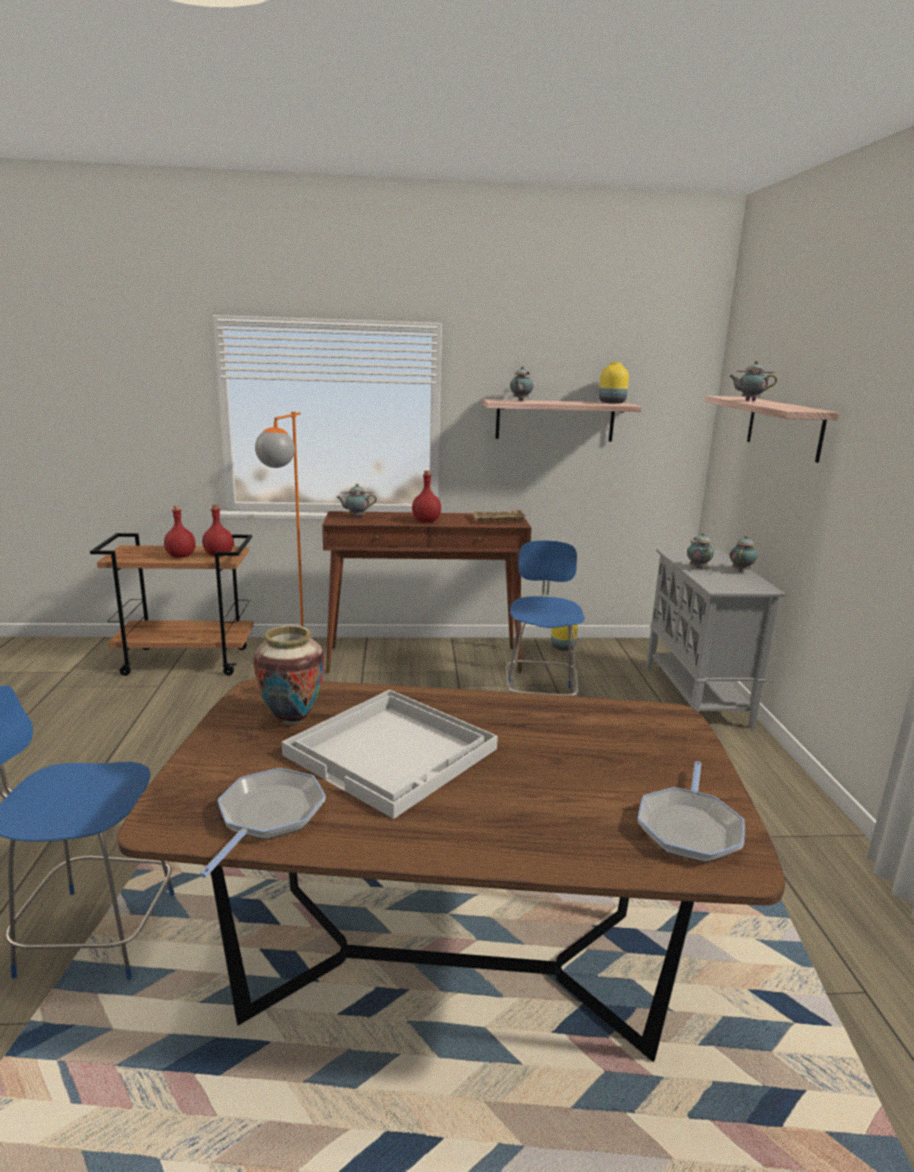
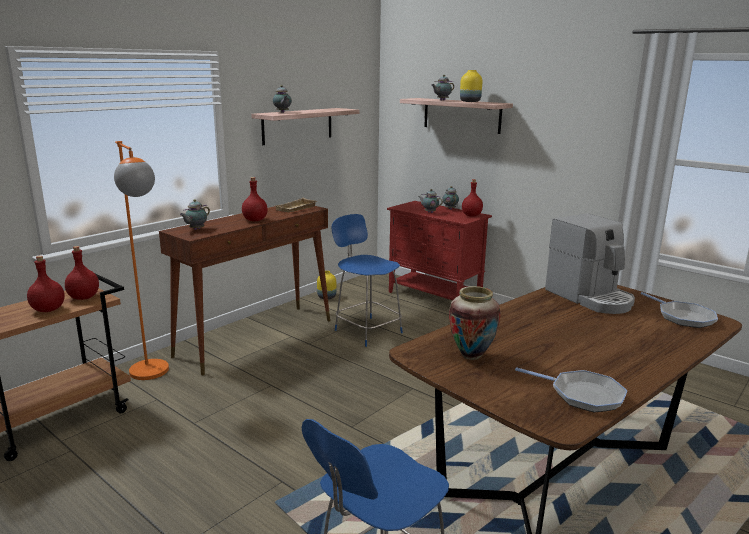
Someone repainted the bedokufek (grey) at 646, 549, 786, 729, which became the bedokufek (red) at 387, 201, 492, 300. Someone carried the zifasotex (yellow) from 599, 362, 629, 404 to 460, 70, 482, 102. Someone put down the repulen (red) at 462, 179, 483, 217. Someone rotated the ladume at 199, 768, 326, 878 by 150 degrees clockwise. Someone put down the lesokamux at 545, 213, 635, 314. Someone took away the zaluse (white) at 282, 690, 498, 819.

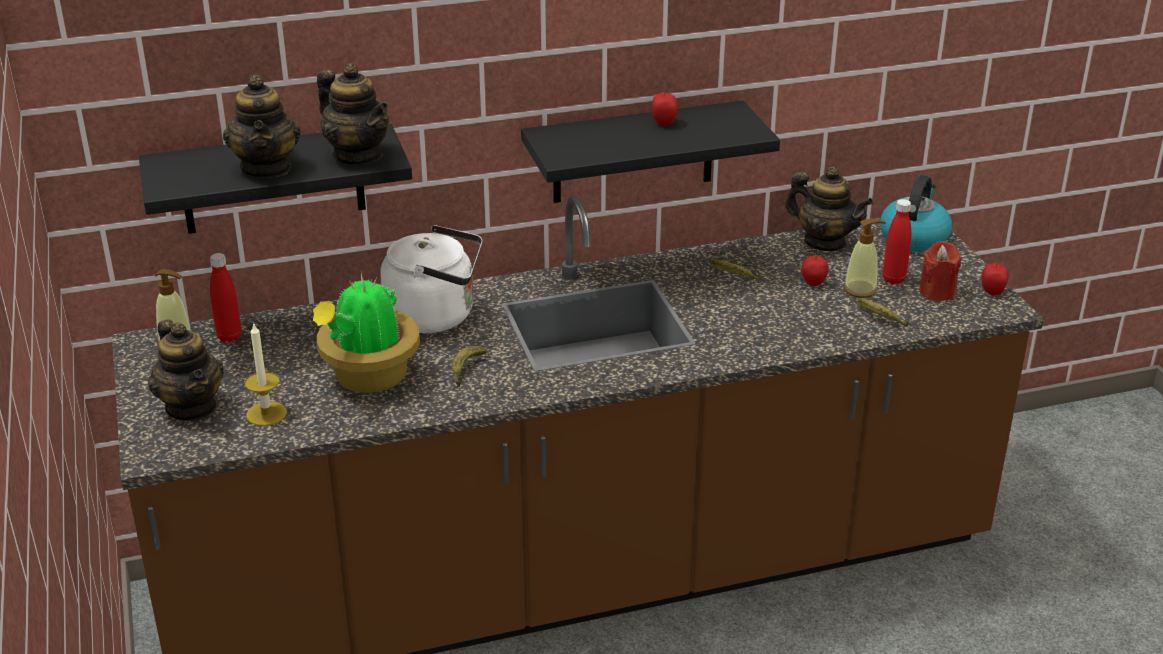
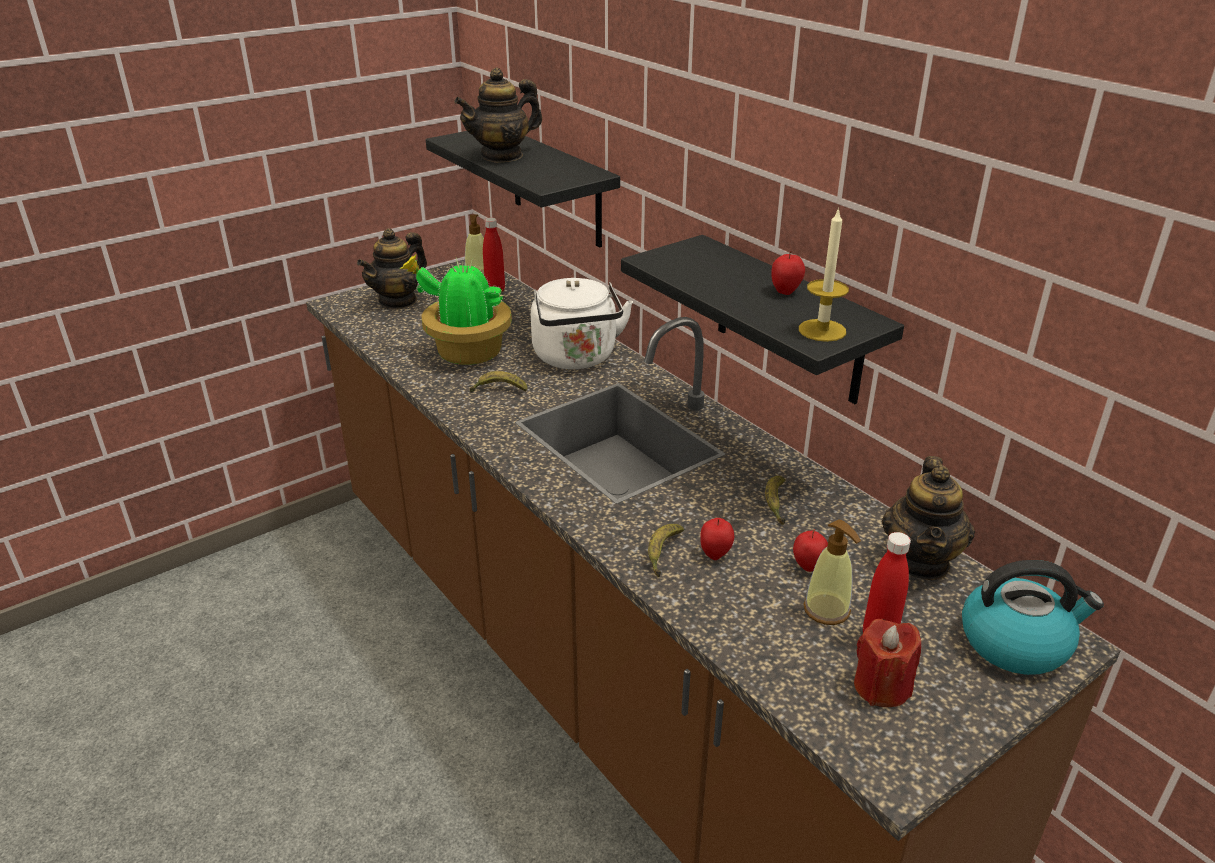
Someone carried the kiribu from 858, 298, 909, 326 to 648, 524, 684, 578. Someone carried the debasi from 981, 262, 1009, 295 to 700, 518, 734, 560. Someone carried the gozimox from 244, 322, 287, 426 to 799, 207, 849, 342. Someone took away the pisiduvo at 317, 63, 389, 164.

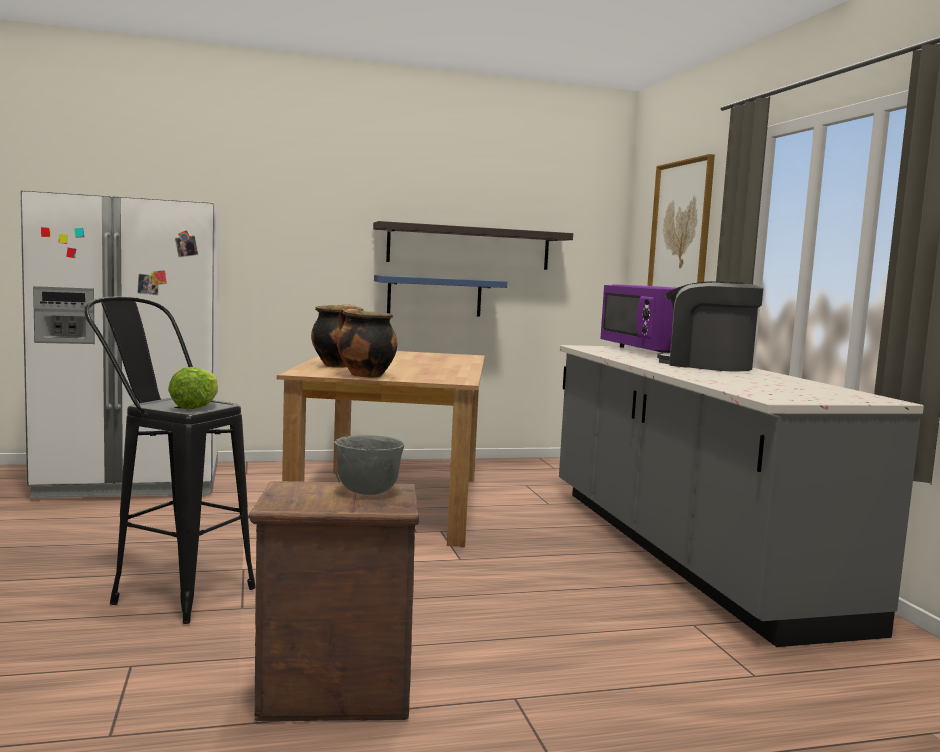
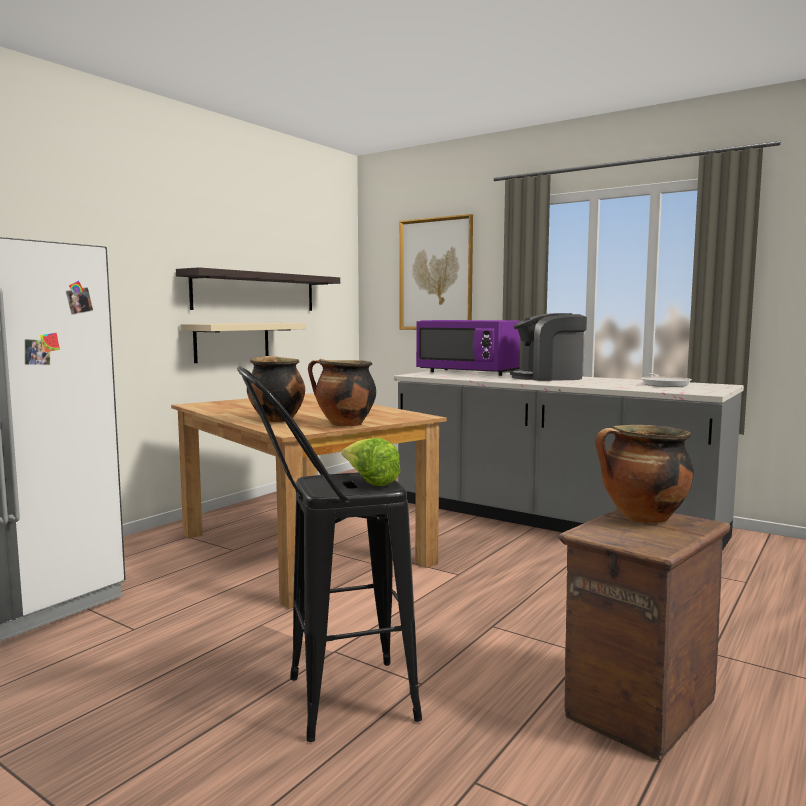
Someone repainted the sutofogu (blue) at 374, 275, 507, 317, which became the sutofogu (beige) at 180, 323, 306, 363. Someone swapped the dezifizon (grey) at 335, 435, 404, 495 for the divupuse at 595, 425, 694, 524. Someone put down the ladume at 641, 373, 692, 387.

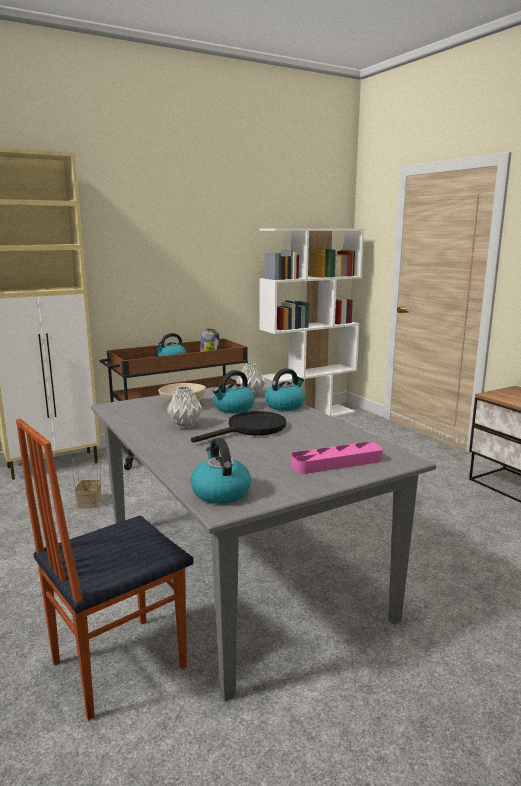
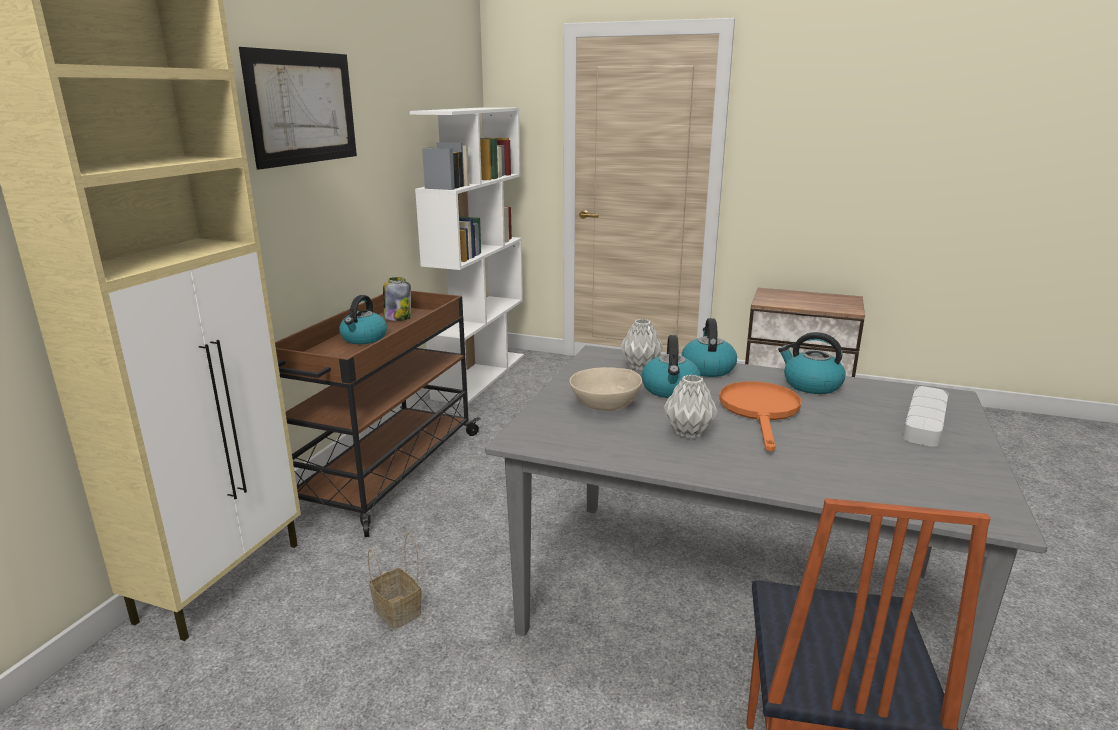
Someone put up the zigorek at 239, 47, 357, 170. Someone repainted the ladume (black) at 191, 411, 286, 443, which became the ladume (orange) at 719, 381, 801, 452. Someone carried the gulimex from 191, 437, 251, 504 to 778, 332, 846, 394. Someone repainted the zaluse (pink) at 291, 442, 383, 474, which became the zaluse (grey) at 903, 386, 949, 447.

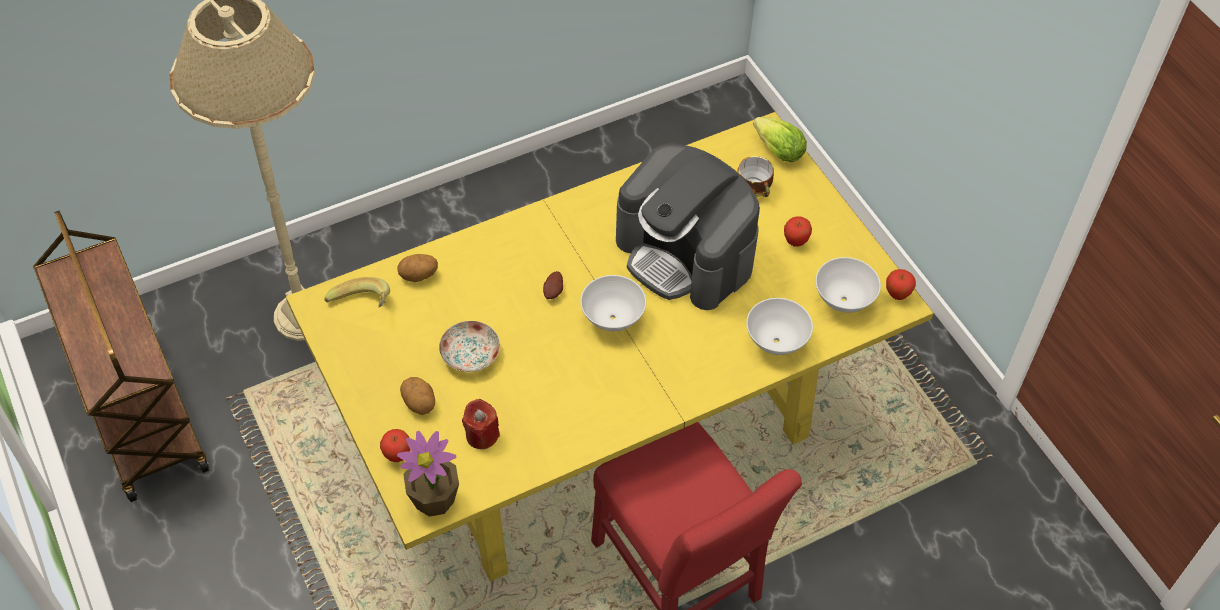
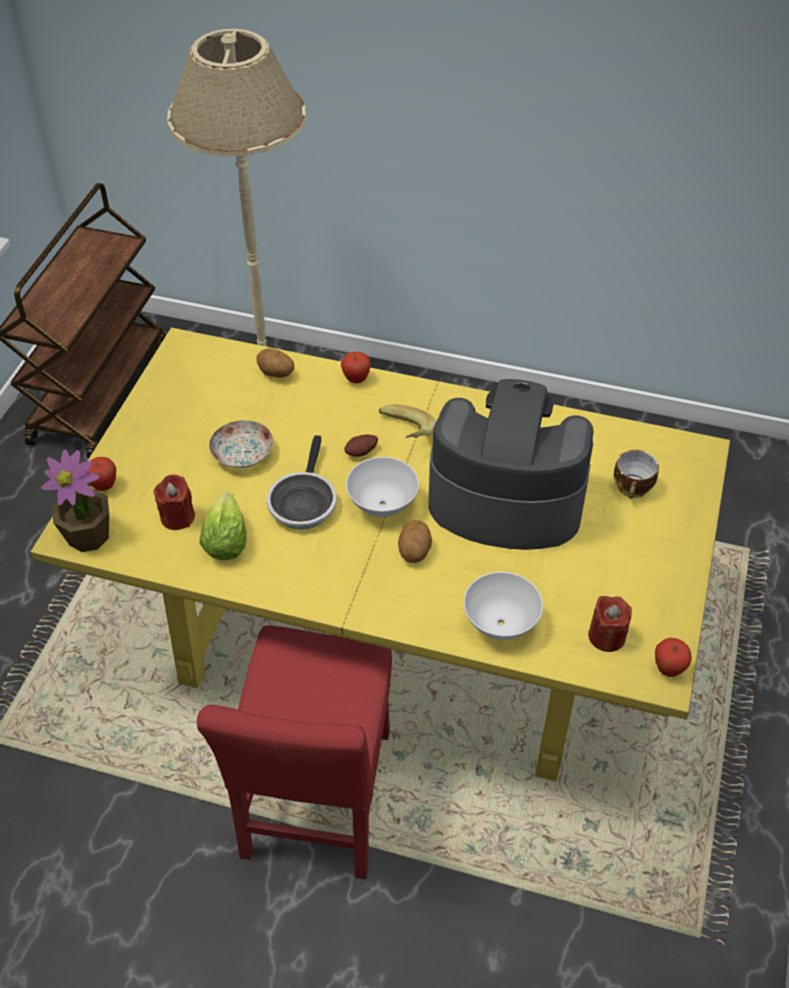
Someone carried the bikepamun from 753, 117, 807, 162 to 199, 493, 247, 560. Someone put down the ladume at 266, 435, 337, 529. Someone carried the debasi from 784, 217, 812, 247 to 341, 352, 371, 383. Someone carried the kiribu from 324, 277, 390, 307 to 379, 404, 436, 438. Someone carried the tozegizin from 400, 377, 435, 415 to 398, 520, 432, 563. Someone rotated the lesokamux at 616, 143, 760, 310 by 105 degrees clockwise. Someone swapped the dezifizon (white) at 816, 257, 881, 313 for the gozimox (red) at 588, 596, 632, 652.

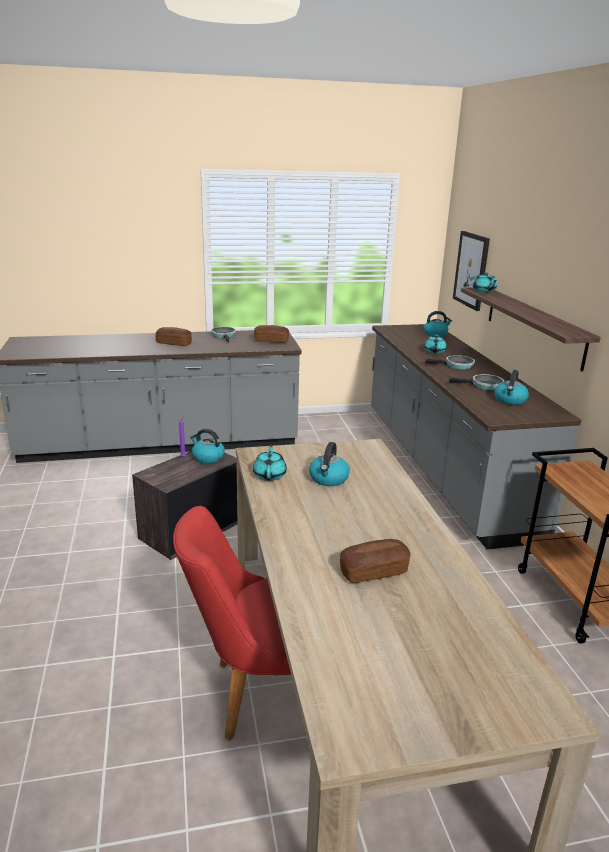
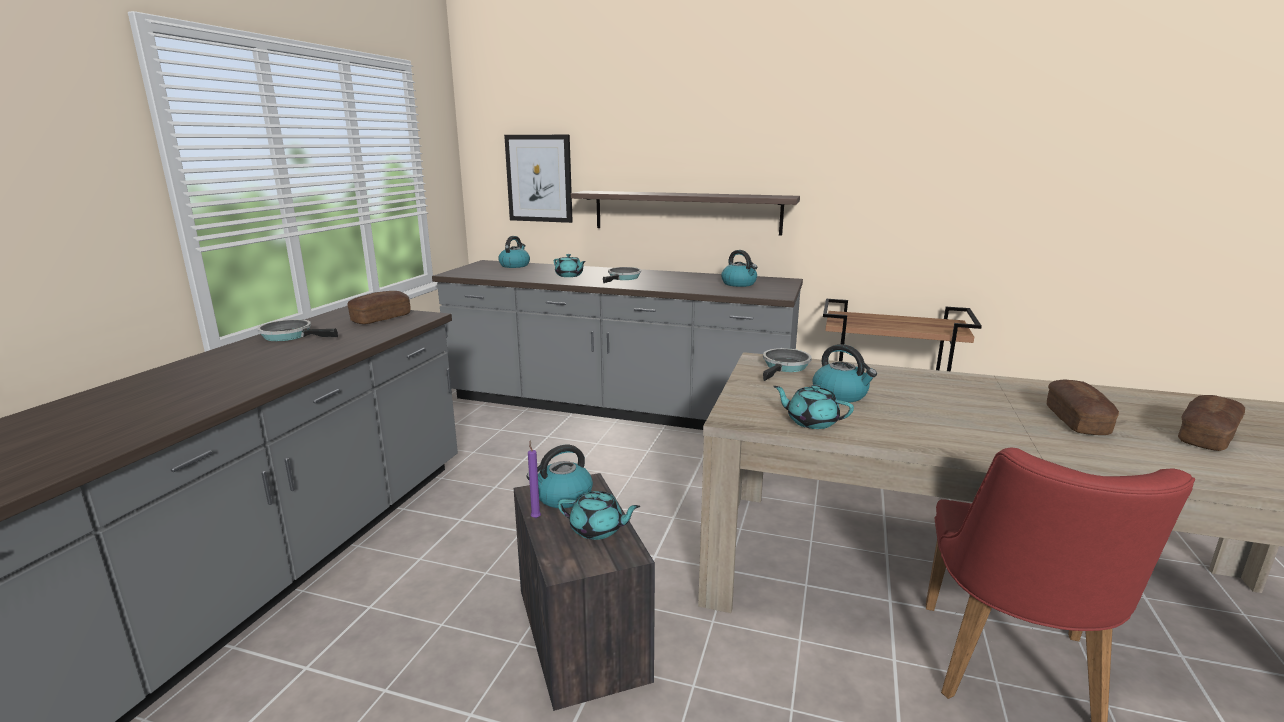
Someone carried the pisiduvo (turquoise) from 473, 272, 497, 292 to 558, 491, 640, 540. Someone carried the ladume from 449, 374, 504, 390 to 763, 348, 812, 381. Someone carried the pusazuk from 156, 327, 192, 346 to 1178, 395, 1245, 451.

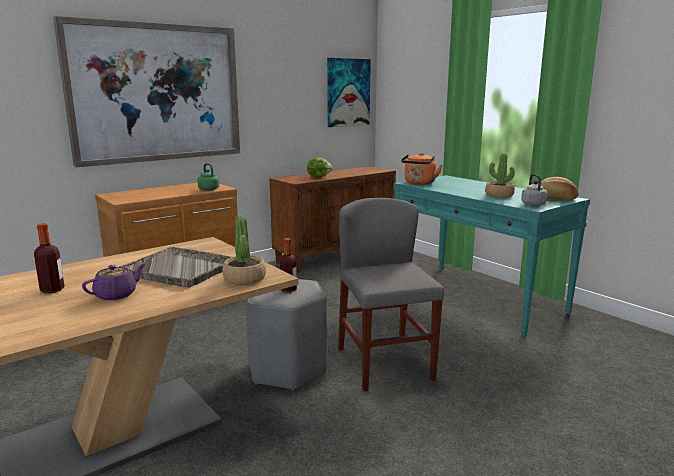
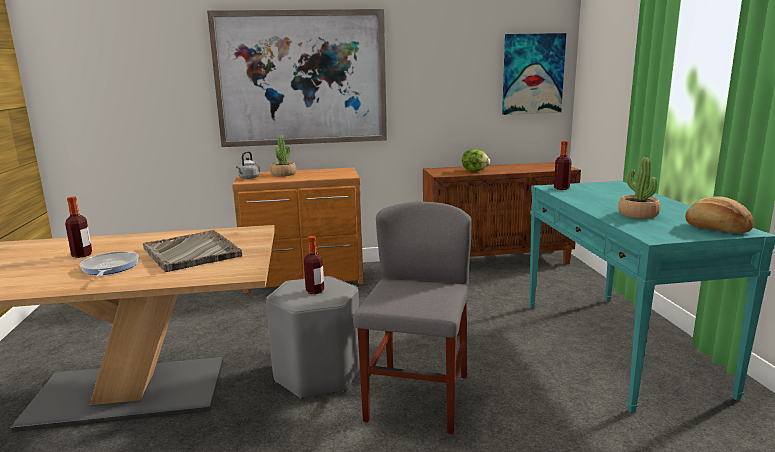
Someone swapped the pisiduvo (purple) at 82, 264, 145, 301 for the ladume at 80, 251, 139, 277. Someone carried the gulimex (grey) from 521, 174, 548, 206 to 236, 151, 260, 179. Someone carried the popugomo from 222, 216, 266, 285 to 270, 135, 296, 176. Someone swapped the gulimex (orange) at 401, 153, 442, 185 for the repulen at 554, 141, 572, 190. Someone took away the gulimex (green) at 198, 163, 219, 190.

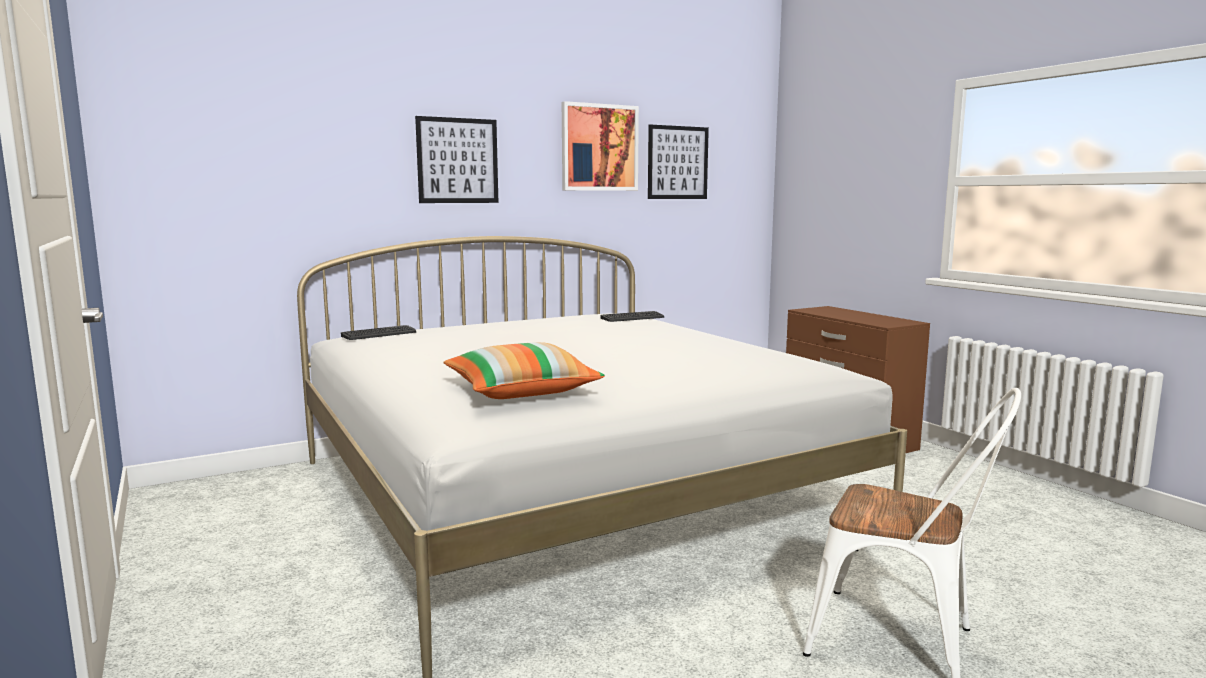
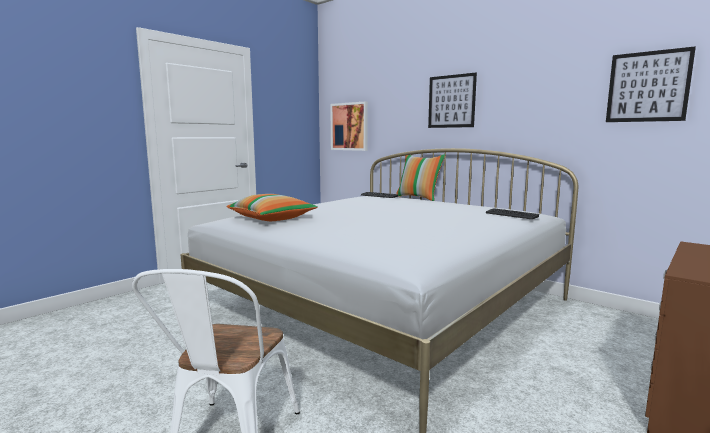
Someone carried the zigorek from 562, 101, 639, 191 to 330, 101, 368, 151. Someone put down the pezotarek at 396, 154, 445, 201.

